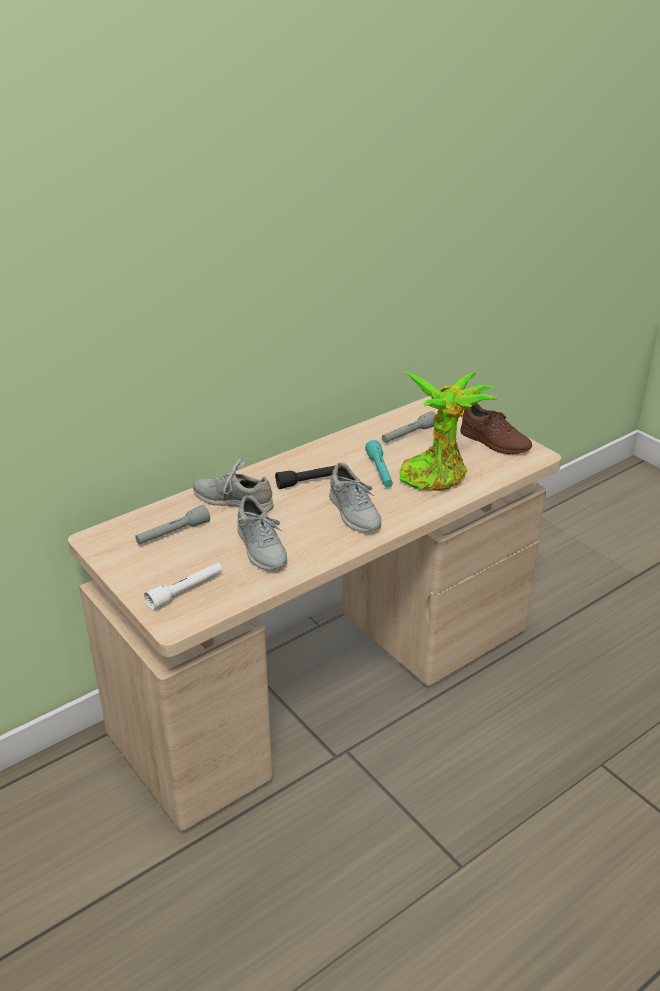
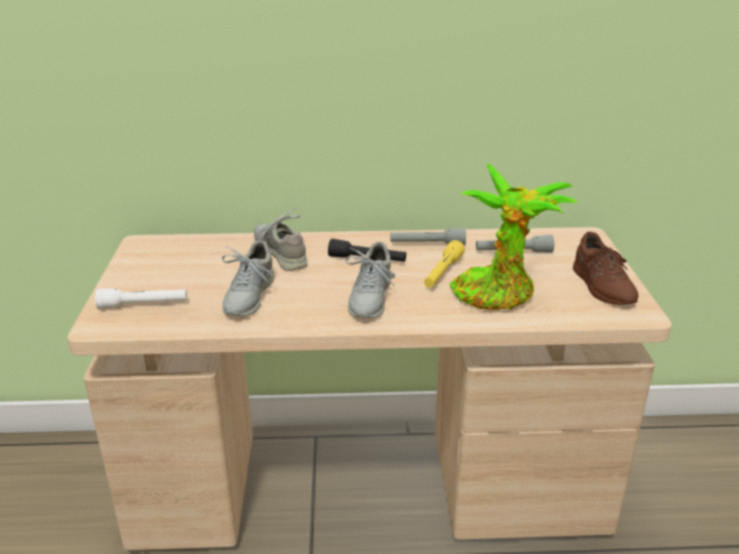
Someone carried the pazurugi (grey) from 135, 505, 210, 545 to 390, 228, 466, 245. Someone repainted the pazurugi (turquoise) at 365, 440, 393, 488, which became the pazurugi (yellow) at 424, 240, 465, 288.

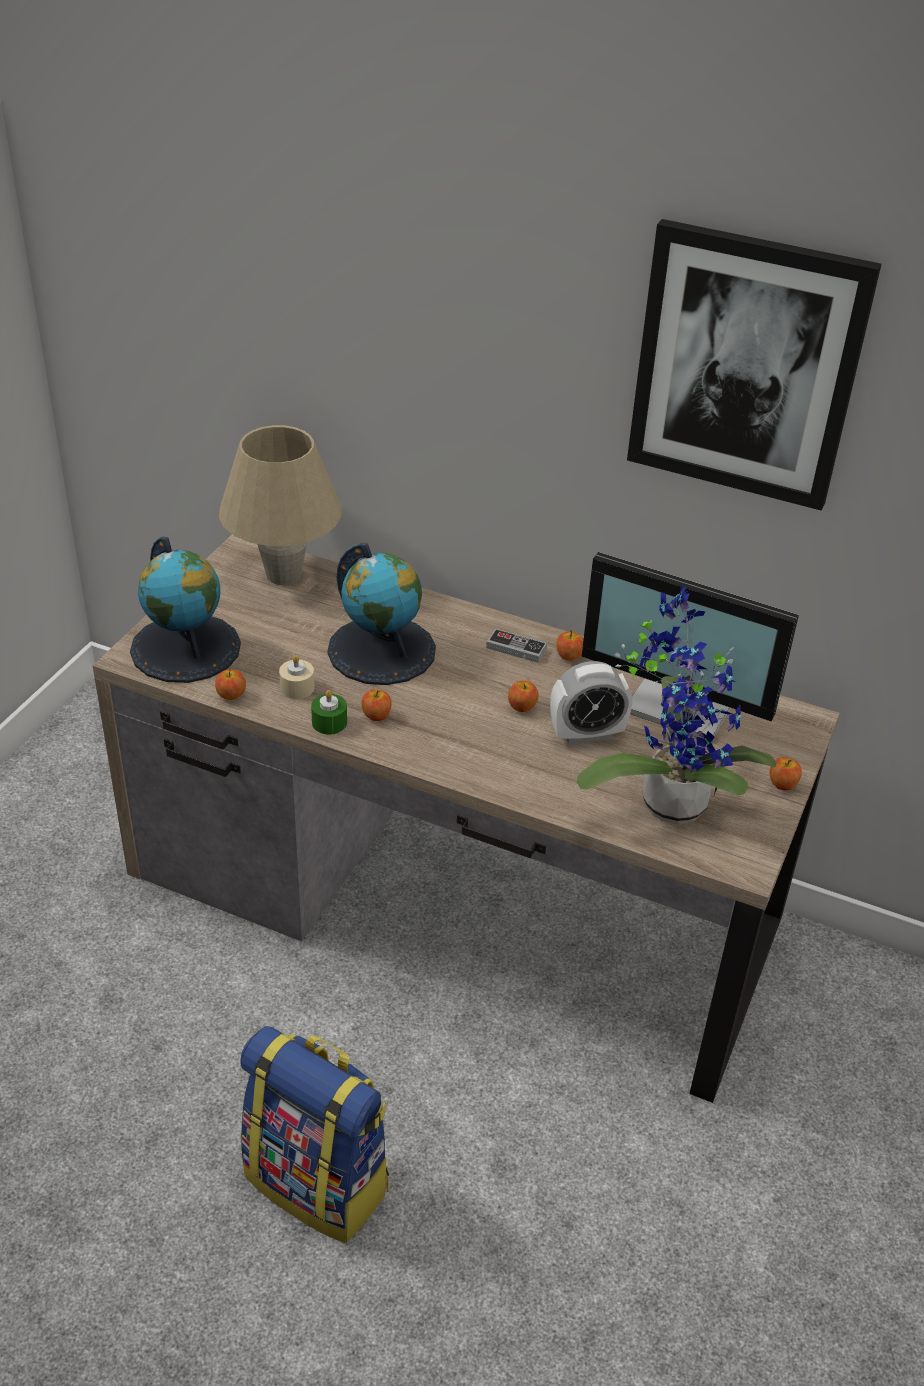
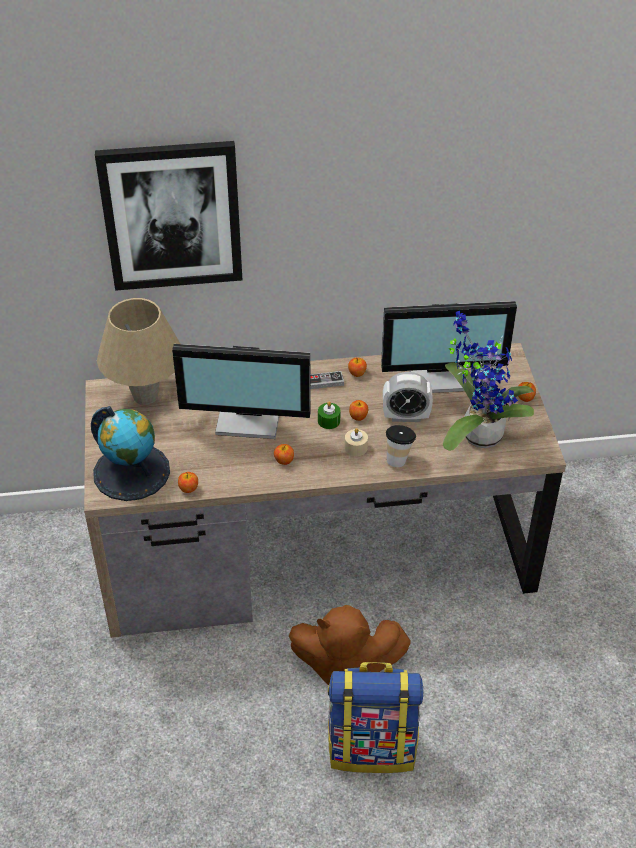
Someone carried the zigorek from 627, 219, 881, 511 to 95, 141, 242, 291. Someone swapped the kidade at 327, 543, 436, 685 for the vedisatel at 172, 344, 311, 439. Someone put down the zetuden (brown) at 289, 605, 411, 685. Someone carried the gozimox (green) from 311, 690, 347, 735 to 318, 401, 341, 429. Someone carried the gozimox (beige) from 279, 655, 315, 699 to 345, 428, 368, 456. Someone rotated the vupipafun at 550, 661, 632, 744 by 45 degrees clockwise. Someone put down the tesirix at 386, 425, 416, 467.

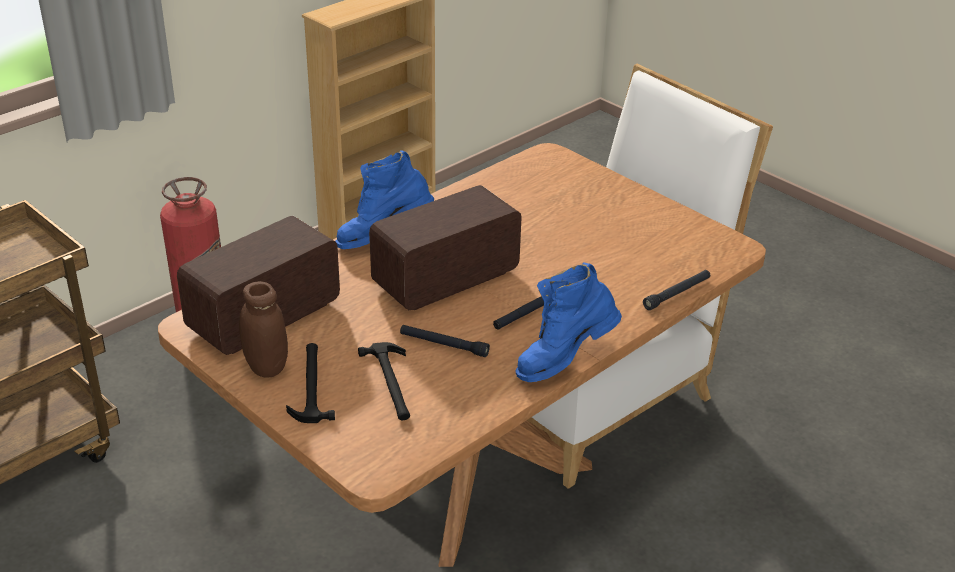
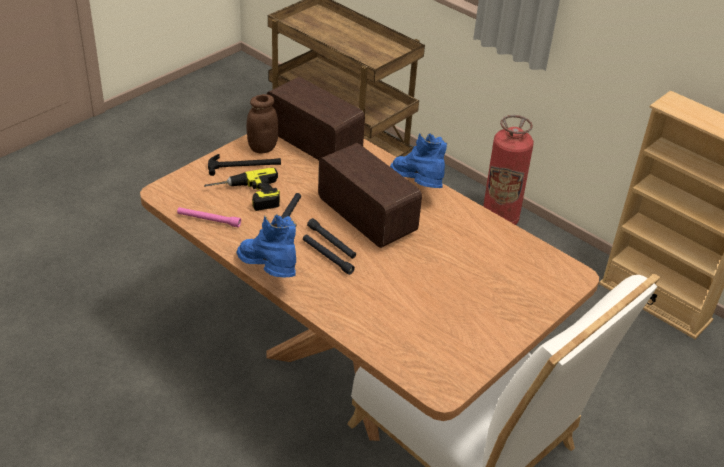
Someone put down the pazurugi (pink) at 177, 207, 241, 227. Someone swapped the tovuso at 358, 342, 410, 420 for the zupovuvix at 204, 167, 280, 211. Someone carried the pazurugi (black) from 643, 270, 710, 310 to 307, 218, 356, 259.

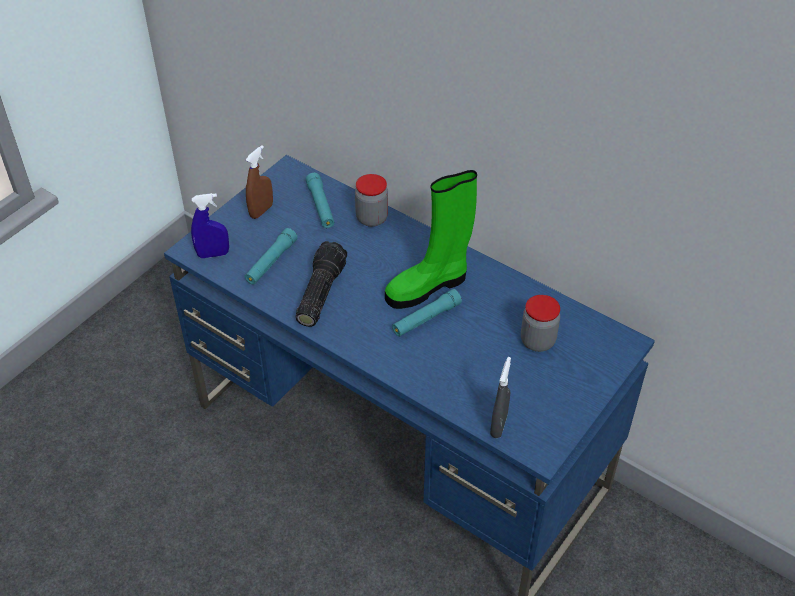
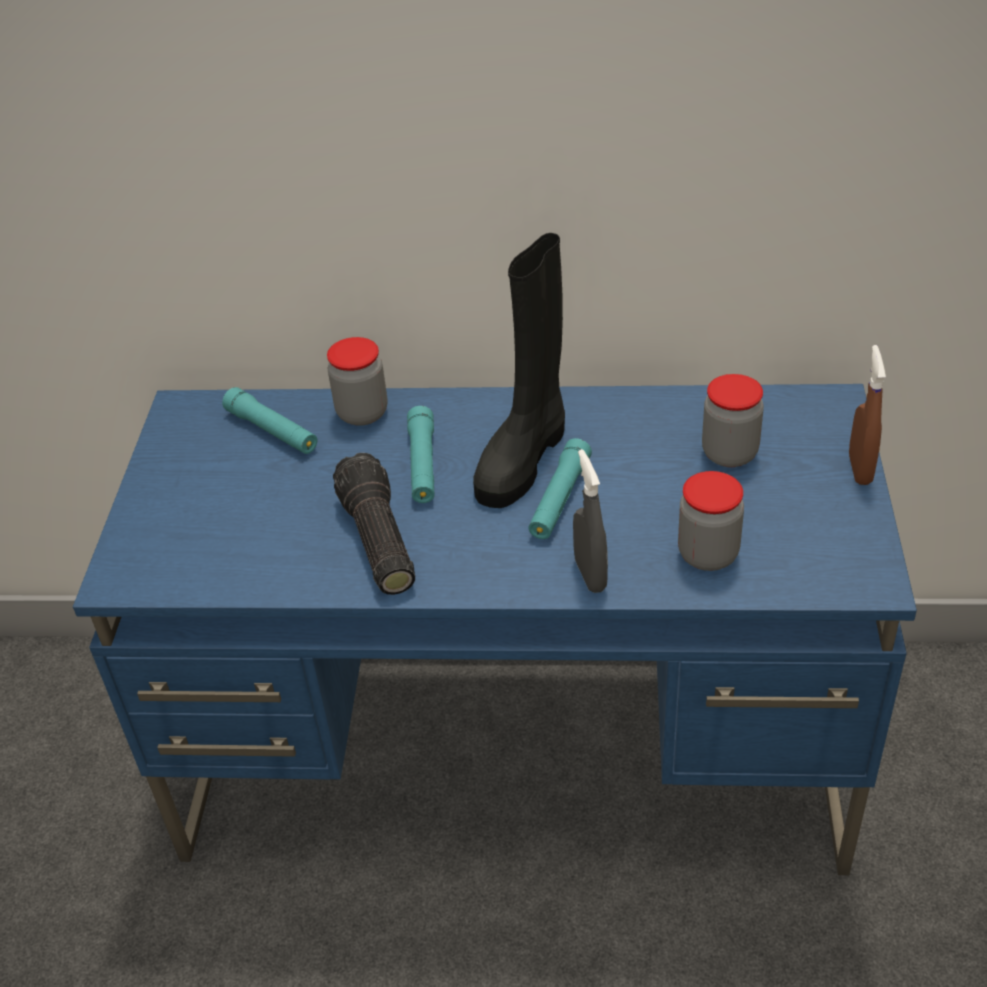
Someone carried the pazurugi (turquoise) from 245, 228, 297, 285 to 407, 406, 434, 503. Someone repainted the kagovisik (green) at 385, 170, 477, 309, which became the kagovisik (black) at 473, 233, 565, 508. Someone carried the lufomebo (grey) from 490, 357, 511, 438 to 573, 449, 608, 593. Someone put down the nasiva at 678, 471, 744, 571. Someone carried the lufomebo (brown) from 246, 145, 273, 219 to 849, 345, 886, 485. Someone took away the lufomebo (blue) at 191, 193, 229, 258.

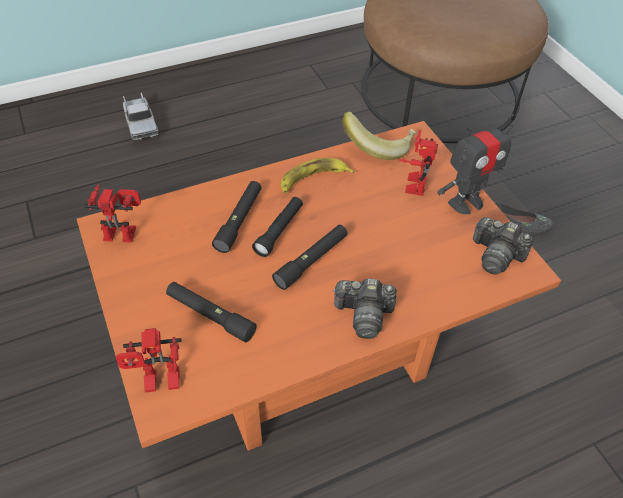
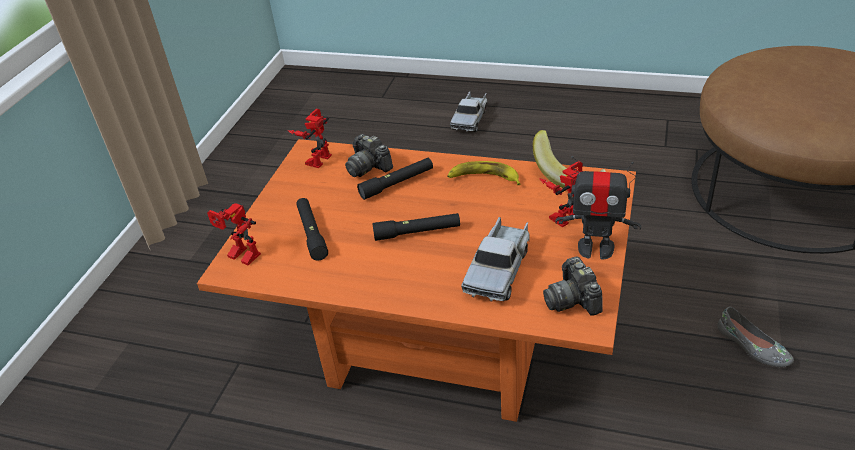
Someone rotated the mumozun at 84, 184, 141, 243 by 105 degrees counterclockwise. Someone carried the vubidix from 333, 279, 397, 339 to 345, 134, 393, 177. Someone put down the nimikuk at 461, 217, 529, 302. Someone took away the pazurugi (black) at 252, 197, 303, 257.

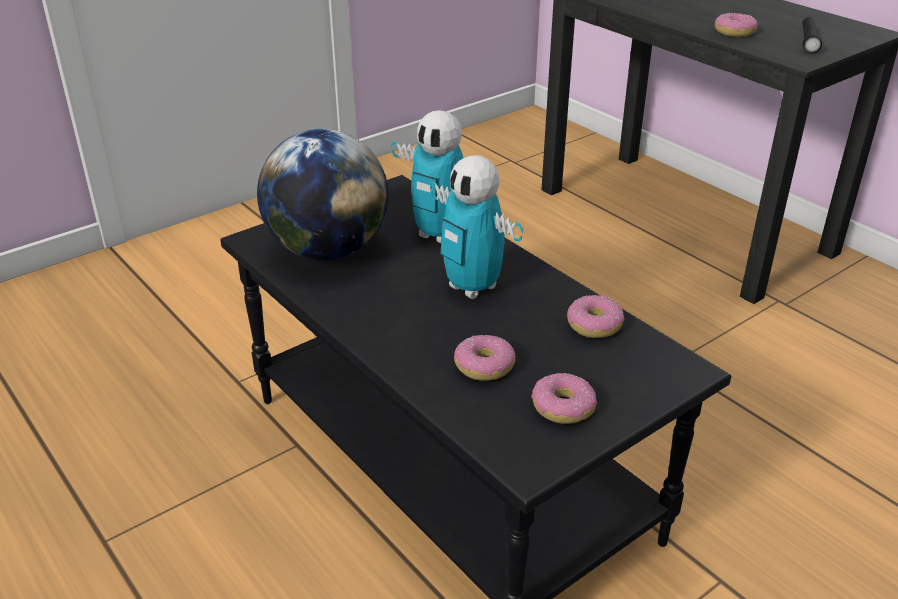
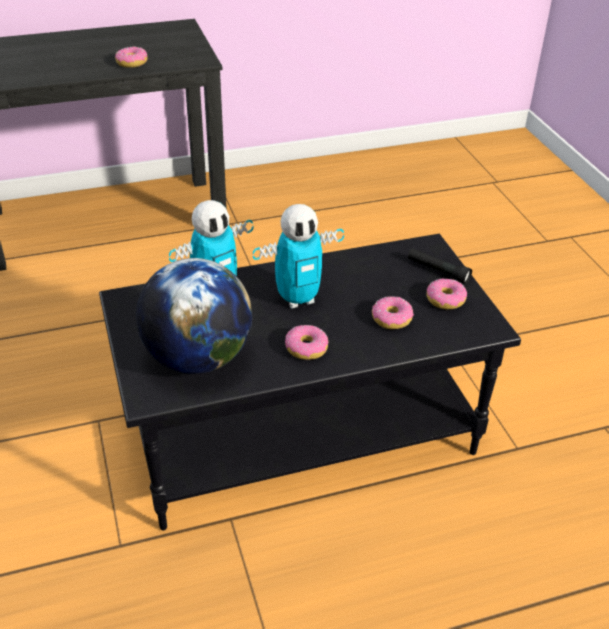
Someone carried the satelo from 567, 295, 625, 338 to 285, 325, 328, 360. Someone carried the pazurugi (black) from 802, 17, 822, 54 to 408, 248, 472, 284.

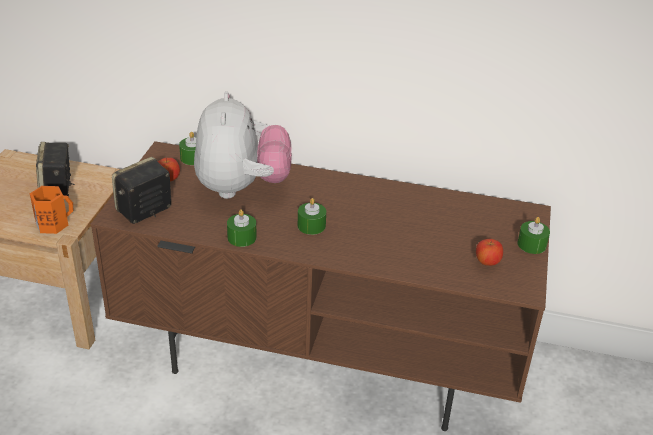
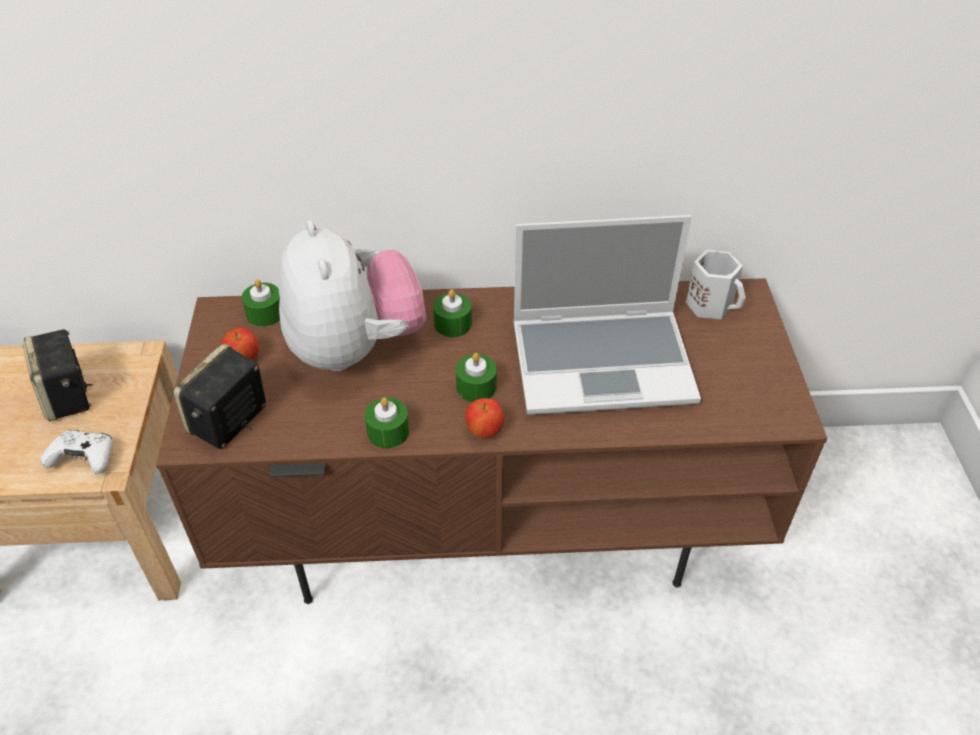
Someone swapped the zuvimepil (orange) at 30, 186, 73, 234 for the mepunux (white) at 40, 430, 113, 474. Someone carried the gozimox (green) from 518, 217, 550, 254 to 433, 289, 472, 337. Someone carried the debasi from 476, 239, 503, 266 to 465, 398, 504, 438. Someone put down the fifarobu at 513, 215, 701, 415. Someone put down the zuvimepil (white) at 686, 250, 745, 319.

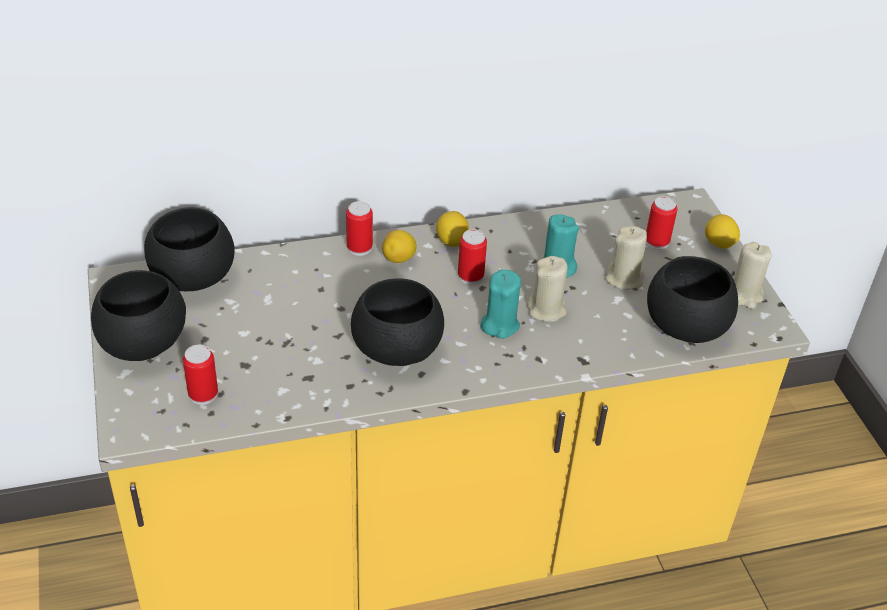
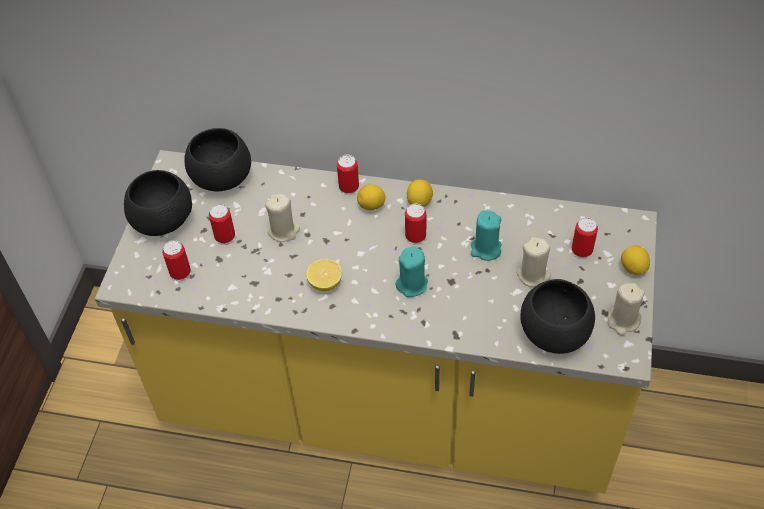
Someone put down the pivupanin at 209, 204, 235, 245. Someone carried the gozimox (beige) from 527, 256, 568, 322 to 265, 194, 300, 242. Someone swapped the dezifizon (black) at 351, 278, 444, 366 for the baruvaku at 306, 259, 342, 291.

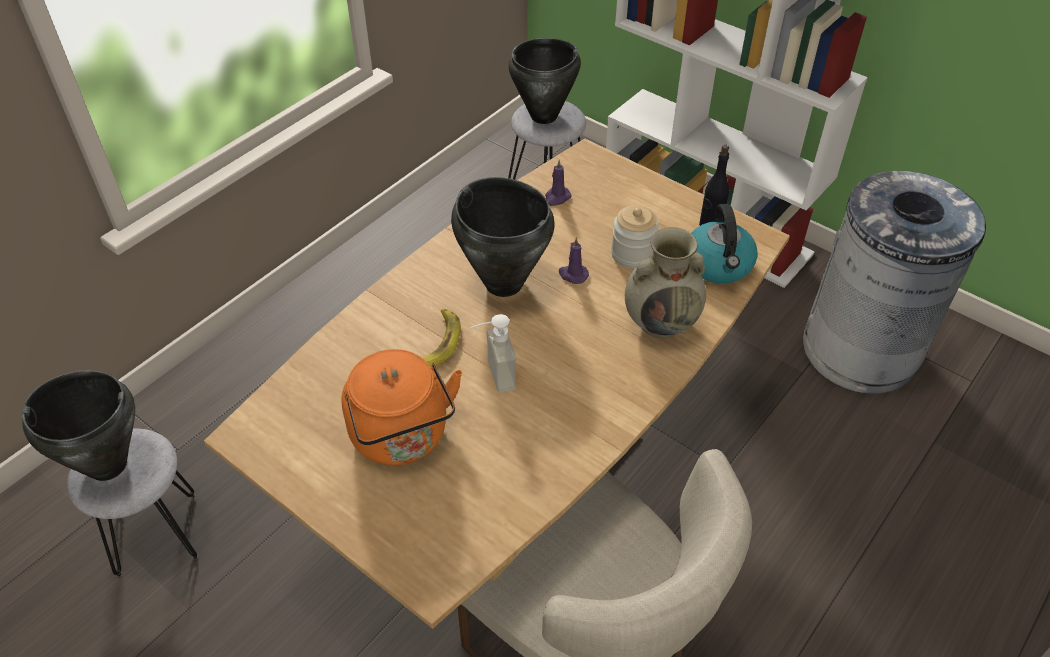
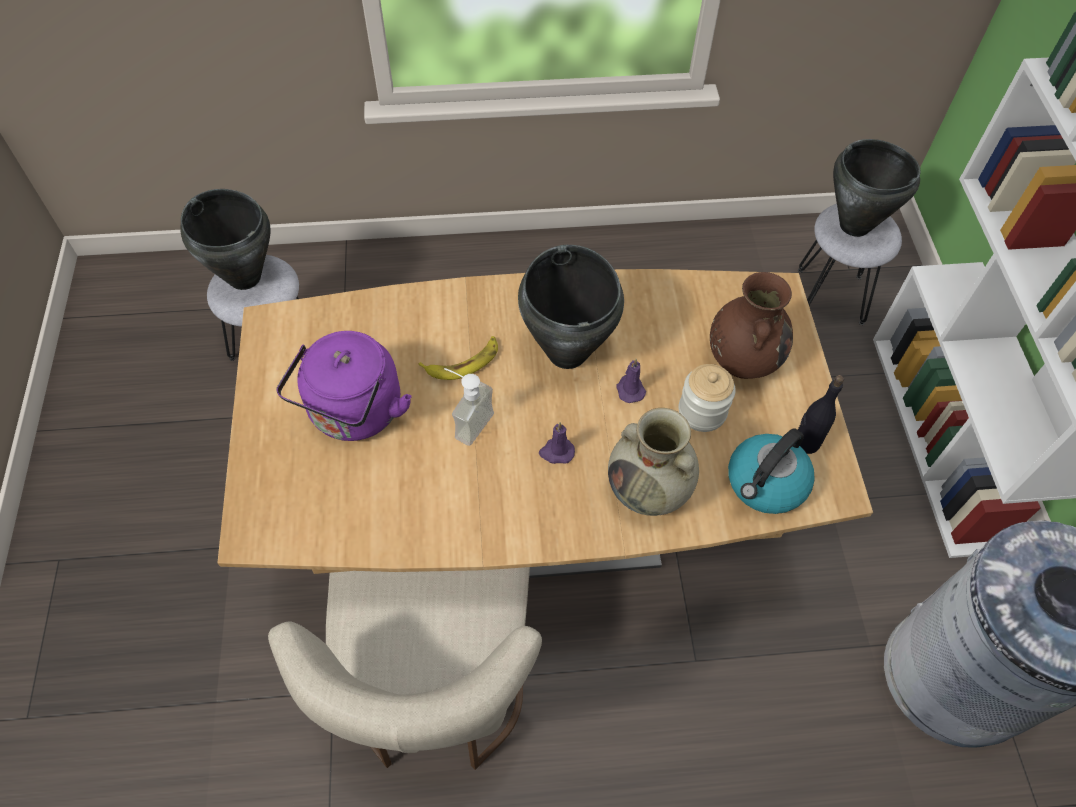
Someone repainted the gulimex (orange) at 341, 349, 462, 465, which became the gulimex (purple) at 276, 331, 412, 441. Someone carried the gozimox (purple) from 545, 160, 572, 206 to 539, 422, 575, 464. Someone put down the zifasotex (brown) at 710, 272, 793, 379.

